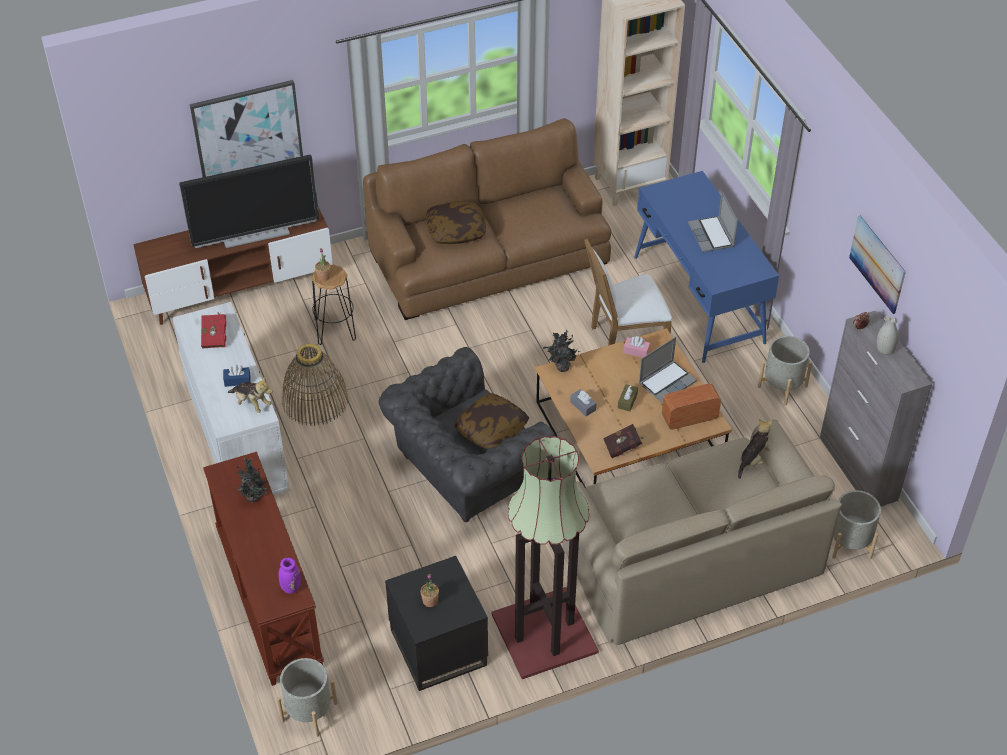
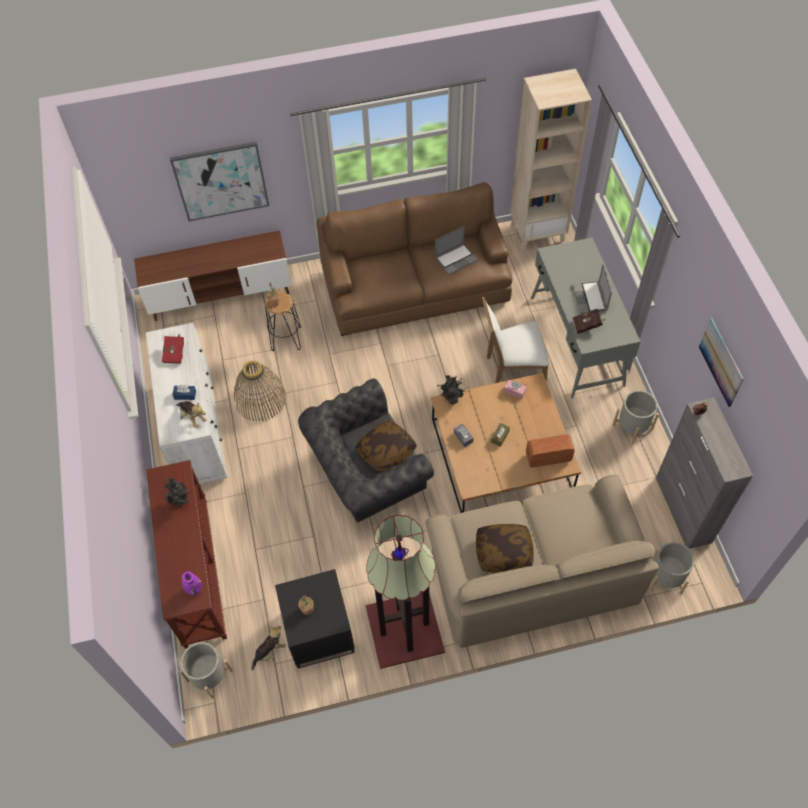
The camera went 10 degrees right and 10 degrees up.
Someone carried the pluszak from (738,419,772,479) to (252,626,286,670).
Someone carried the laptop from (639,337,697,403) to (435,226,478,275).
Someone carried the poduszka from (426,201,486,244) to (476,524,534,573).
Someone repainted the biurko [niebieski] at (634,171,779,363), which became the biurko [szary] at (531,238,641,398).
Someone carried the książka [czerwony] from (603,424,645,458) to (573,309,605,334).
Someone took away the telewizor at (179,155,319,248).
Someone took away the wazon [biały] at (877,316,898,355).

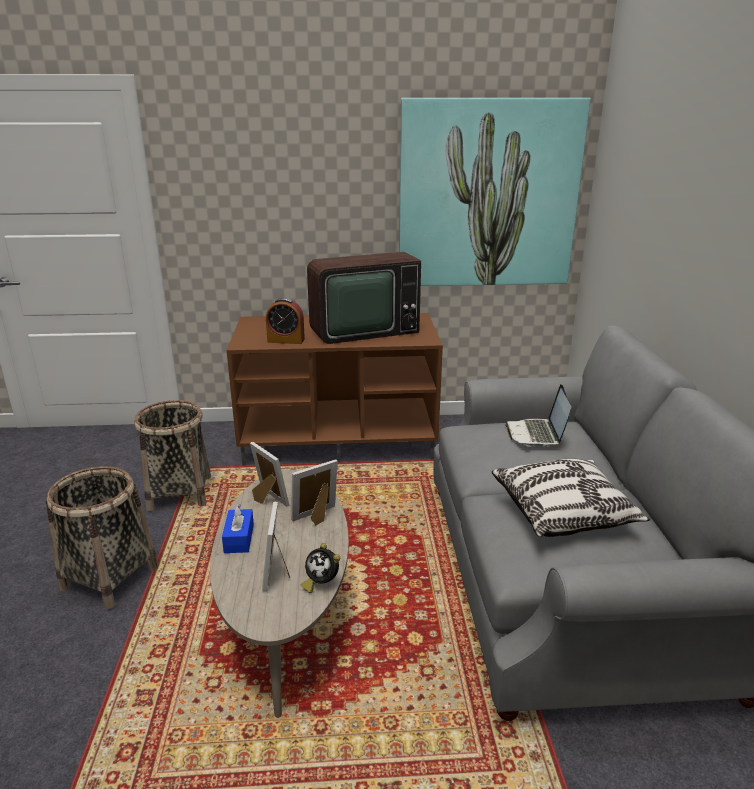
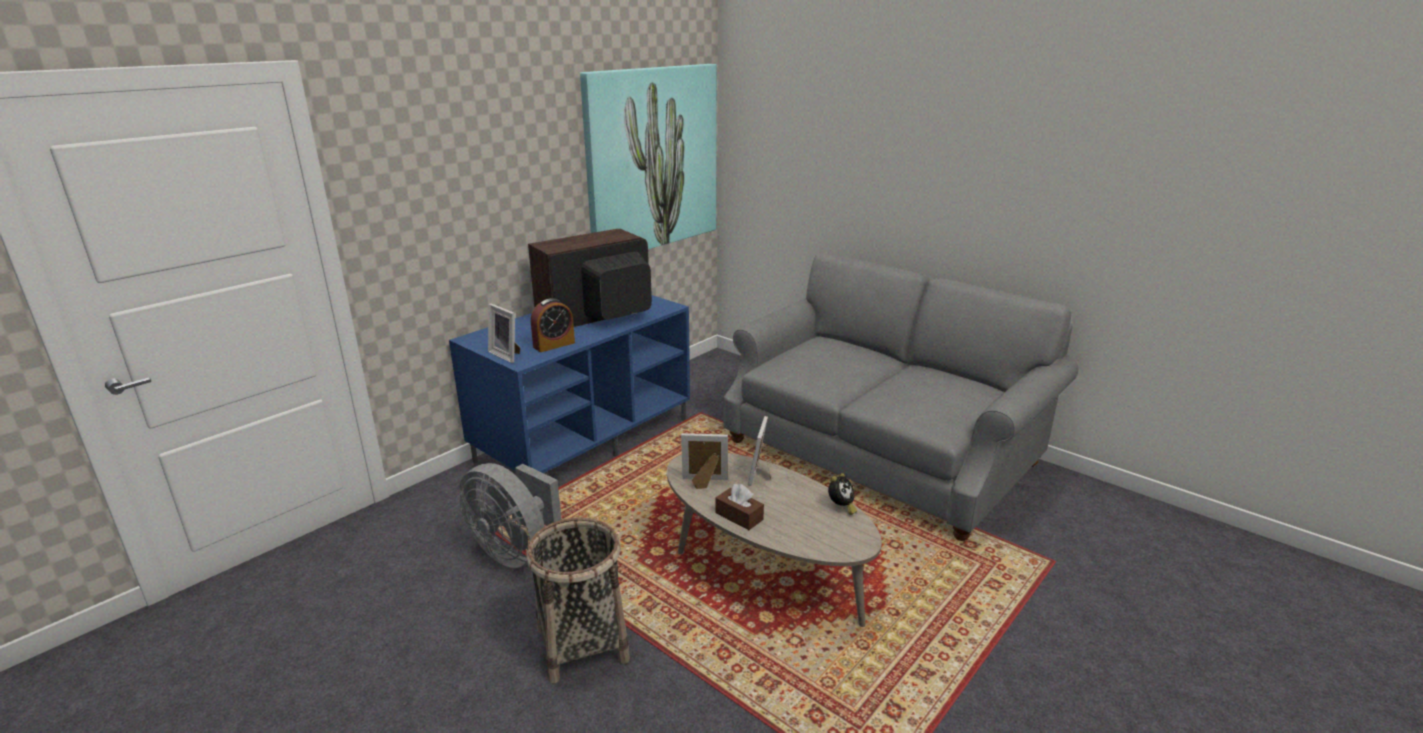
The camera went 45 degrees left and 0 degrees up.
Someone repainted the szafka pod telewizor [brązowy] at (227,313,443,466), which became the szafka pod telewizor [niebieski] at (449,295,690,473).
Someone swapped the koszyk at (134,400,211,511) for the wentylator [szary] at (459,463,561,568).
Someone carried the ramka na zdjęcie from (262,502,290,591) to (488,303,520,363).
Someone rotated the telewizor at (307,252,421,344) by 150 degrees counterclockwise.
Someone repainted the pudełko chusteczek [niebieski] at (222,504,254,553), which became the pudełko chusteczek [brązowy] at (715,484,764,530).
Someone rotated the budzik at (301,543,340,593) by 45 degrees counterclockwise.
Someone took away the poduszka at (492,458,650,537).
Someone took away the laptop at (505,384,571,446).

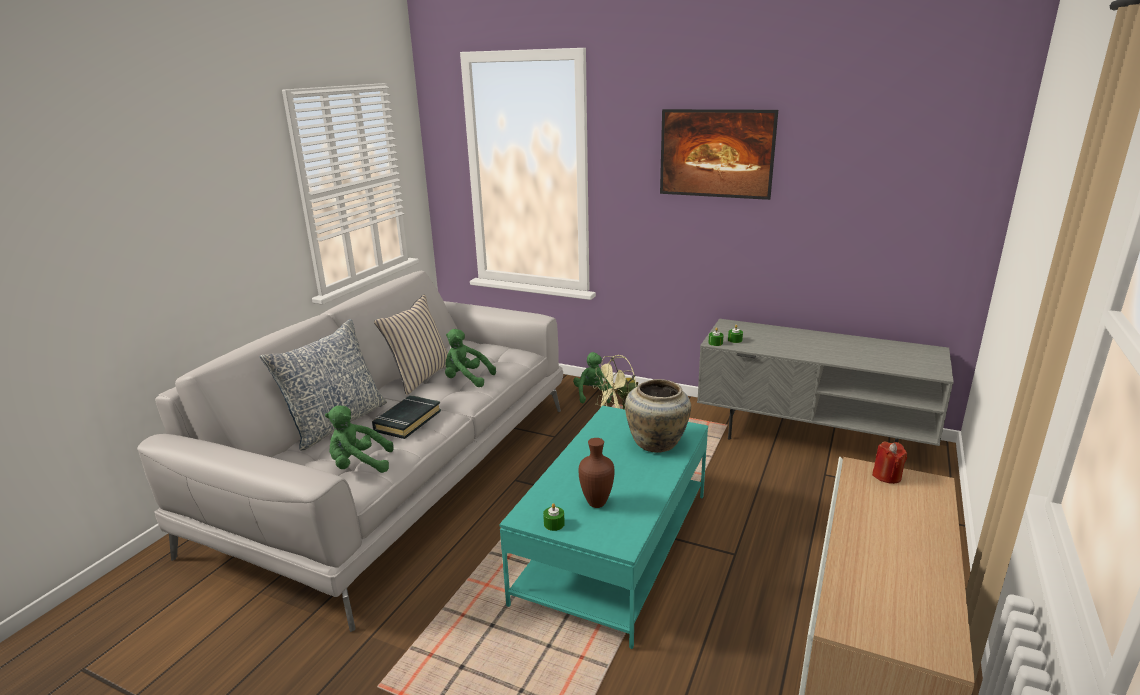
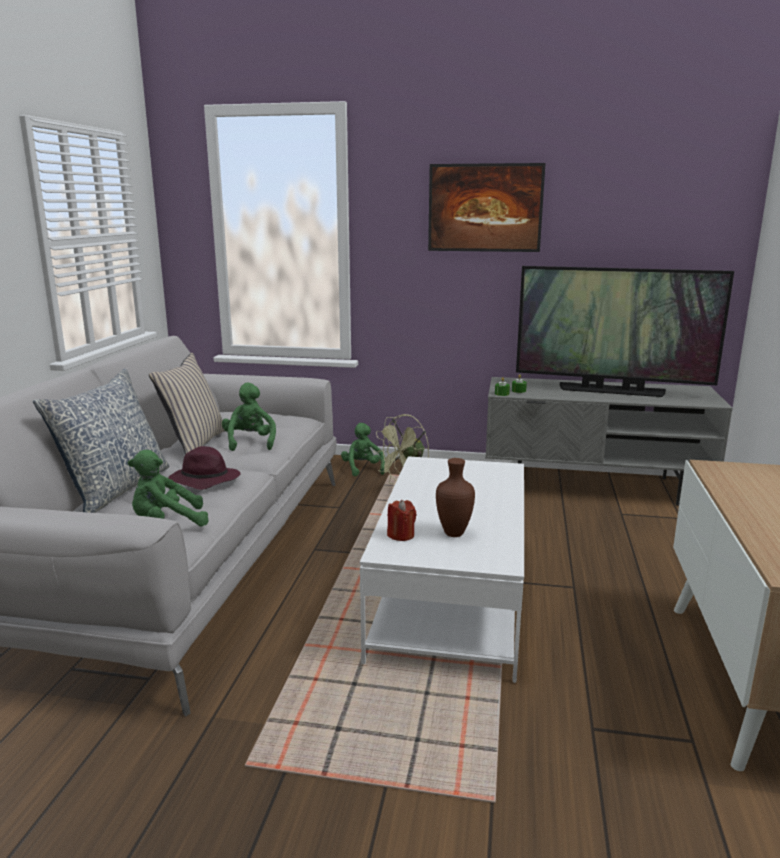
The camera went 15 degrees left and 5 degrees down.
Someone swapped the książka [czarny] at (372,395,441,439) for the kapelusz [fioletowy] at (168,446,241,490).
Someone rotated the pluszak [zielony] at (445,329,496,387) by 75 degrees clockwise.
Someone repainted the ława [turkusowy] at (499,406,708,649), which became the ława [biały] at (360,456,524,683).
Someone carried the świeca [czerwony] from (872,441,907,484) to (387,500,416,541).
Someone put down the telewizor at (516,266,734,397).
Someone took away the świeca [zielony] at (543,503,565,531).
Someone took away the wazon [beżowy] at (625,379,691,453).

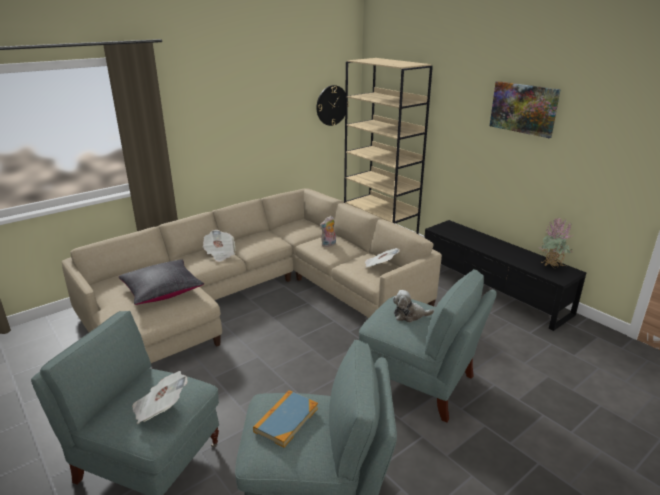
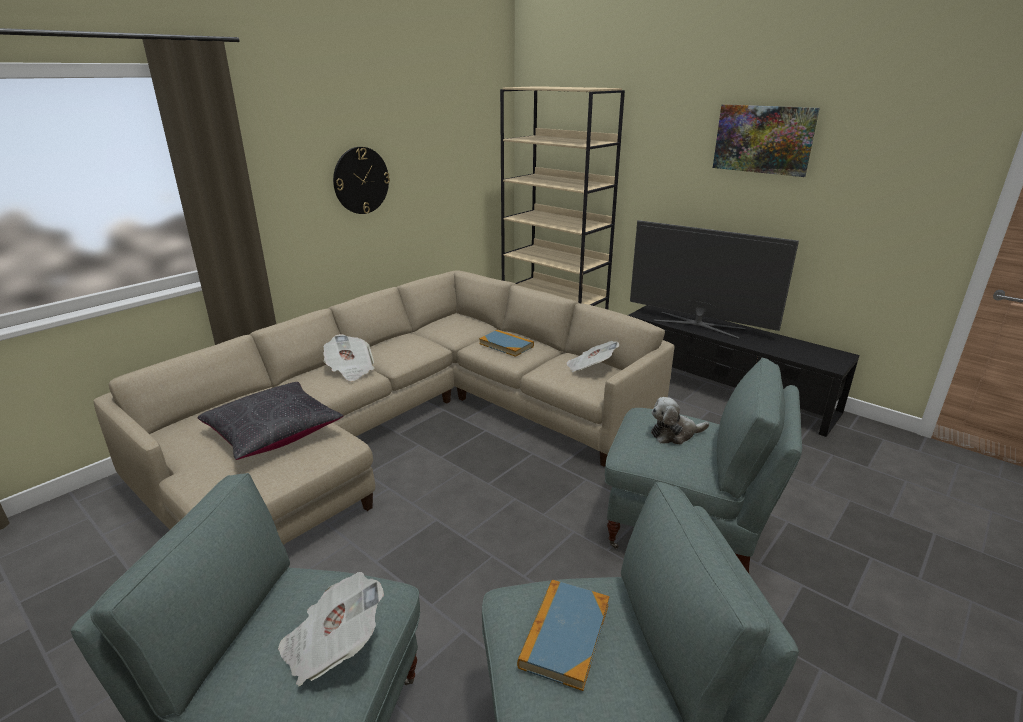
The camera went 10 degrees left and 0 degrees up.
Someone carried the zegar ścienny from (317,85,349,126) to (333,147,390,214).
Someone swapped the pluszak at (320,216,336,247) for the książka at (479,330,534,357).
Someone put down the telewizor at (630,220,799,339).
Someone took away the roślina doniczkowa at (539,218,573,269).

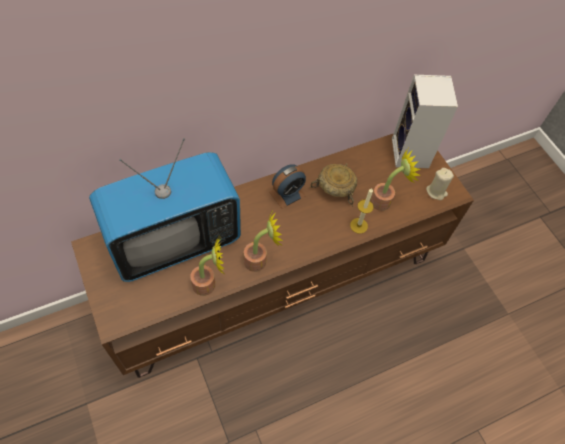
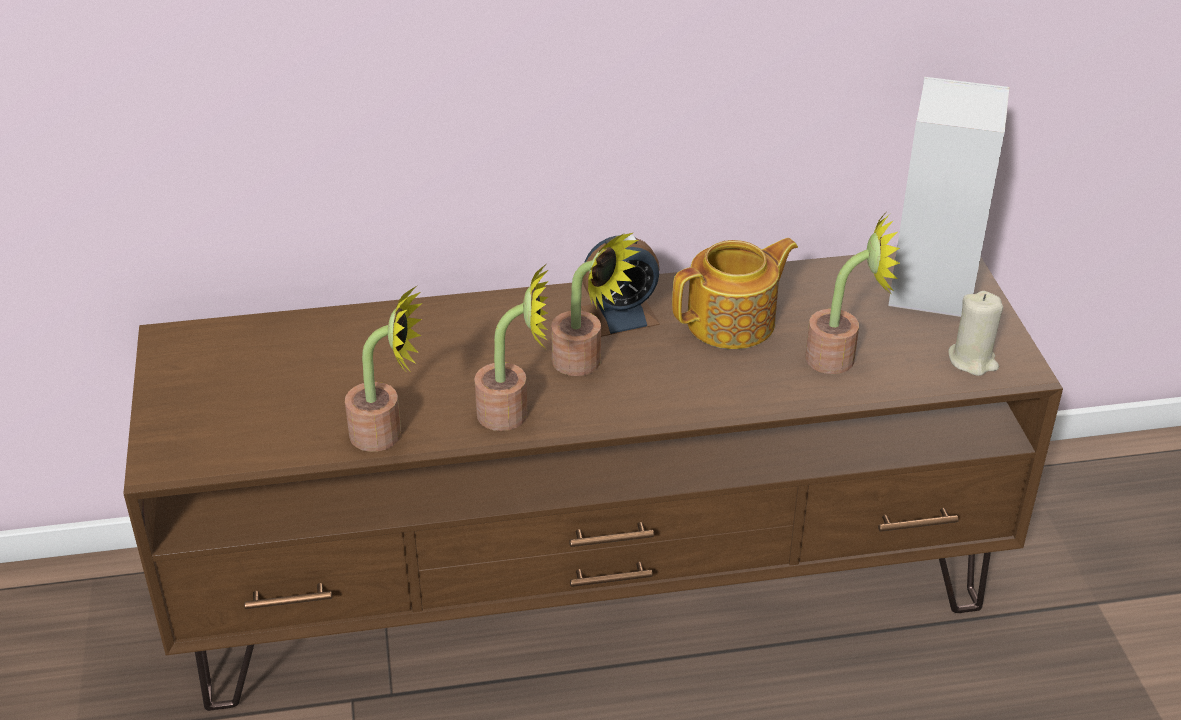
The camera went 20 degrees right and 20 degrees down.
Someone put down the roślina doniczkowa at (551,233,640,376).
Someone swapped the miska [beżowy] at (310,163,357,207) for the imbryk at (672,238,798,349).
Someone took away the telewizor at (89,138,241,282).
Someone took away the świeca at (350,188,374,234).

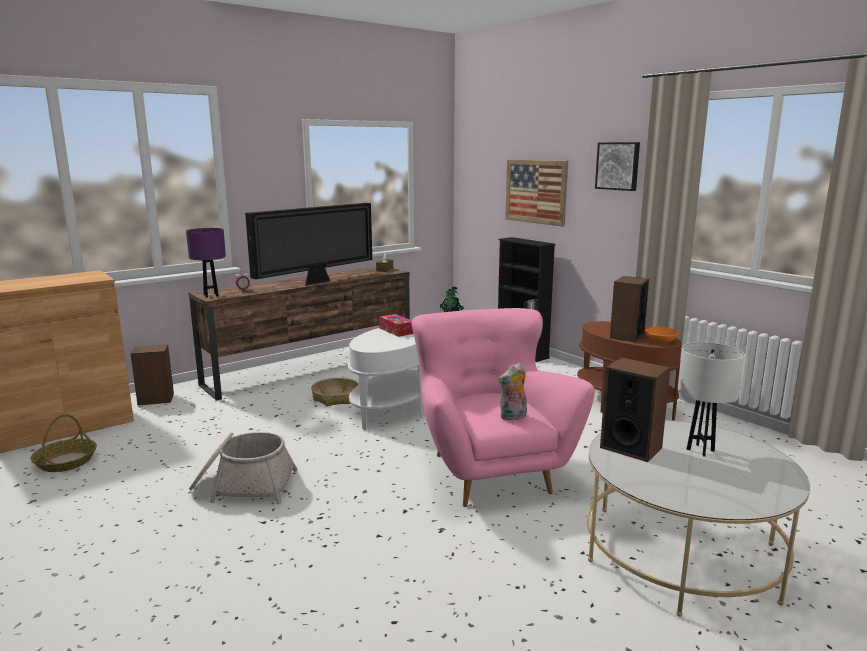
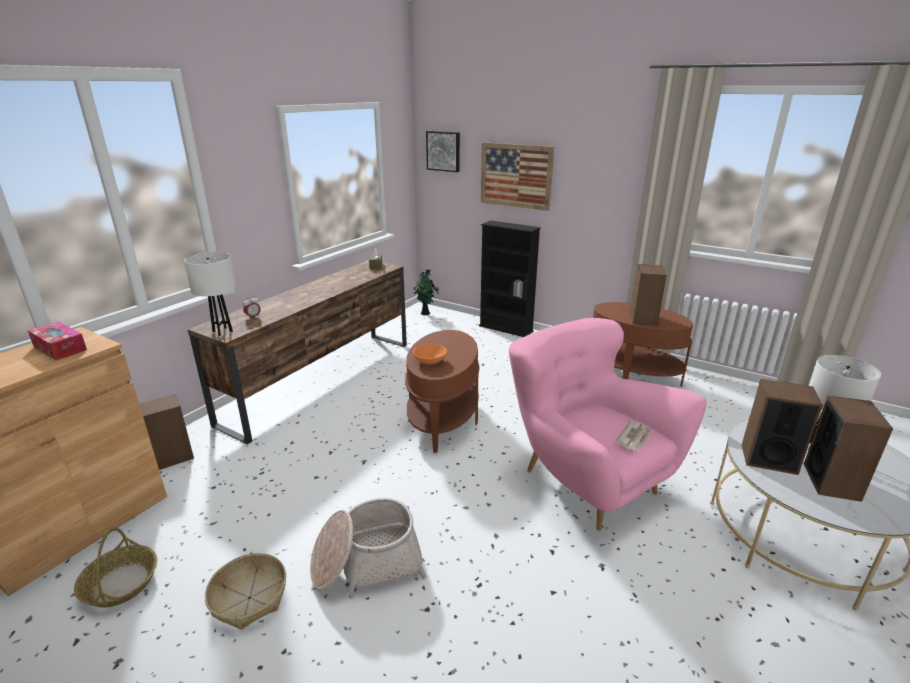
The camera went 20 degrees left and 10 degrees up.
Someone carried the pudełko chusteczek from (379,314,414,337) to (27,321,87,360).
Someone repainted the lampa stołowa [fioletowy] at (186,228,226,298), which became the lampa stołowa [biały] at (184,252,236,336).
Someone carried the koszyk from (311,378,359,406) to (205,553,286,630).
Someone repainted the stolik [biały] at (348,328,424,430), which became the stolik [brązowy] at (405,330,479,453).
Someone carried the miska [pomarańczowy] from (645,327,679,344) to (413,344,447,364).
Someone carried the obraz from (595,142,640,191) to (426,131,460,172).
Someone swapped the pluszak at (499,362,527,420) for the gazeta at (615,421,651,451).
Someone put down the głośnik at (804,396,893,502).
Someone took away the telewizor at (245,203,372,286).

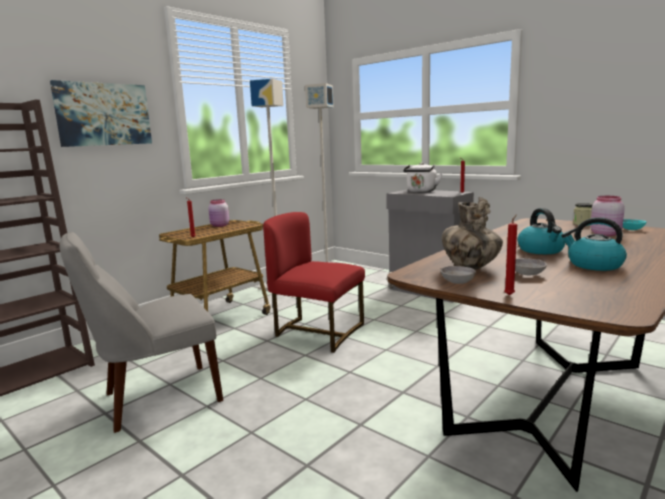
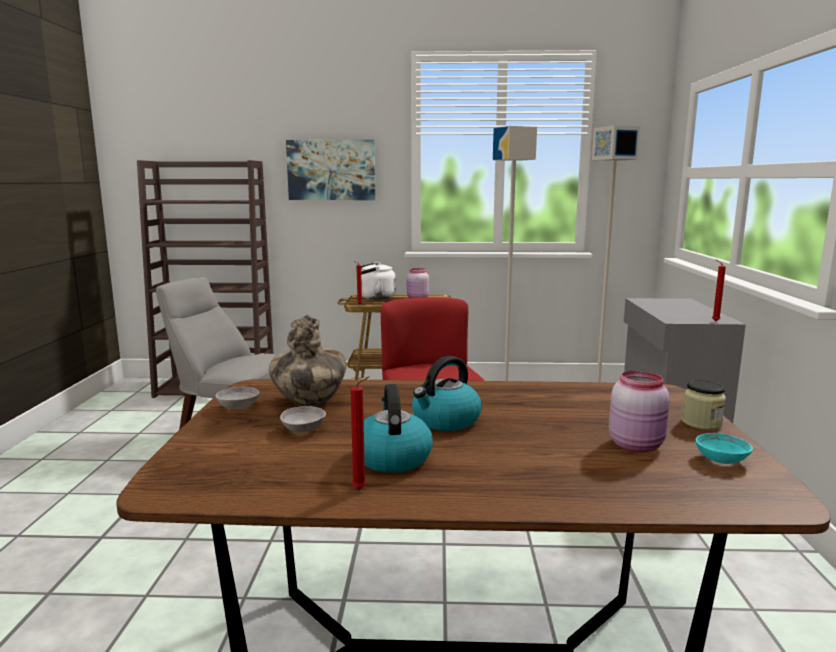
The camera went 50 degrees right and 0 degrees up.
Someone carried the świeca [czerwony] from (504,215,517,295) to (351,376,369,490).
Someone carried the czajnik [biały] from (403,163,443,192) to (356,262,396,300).

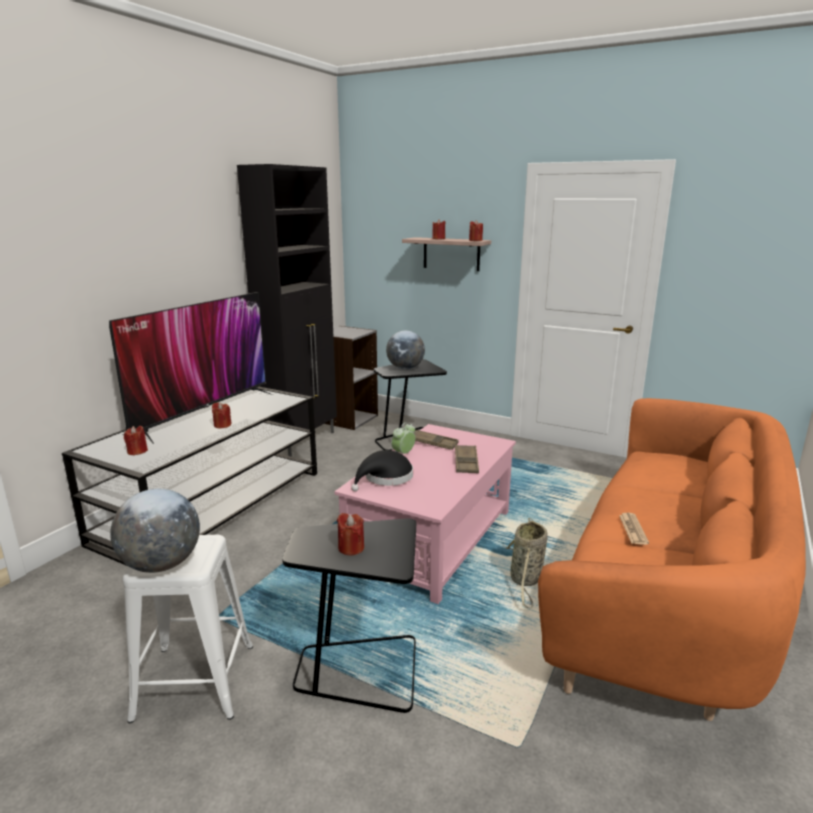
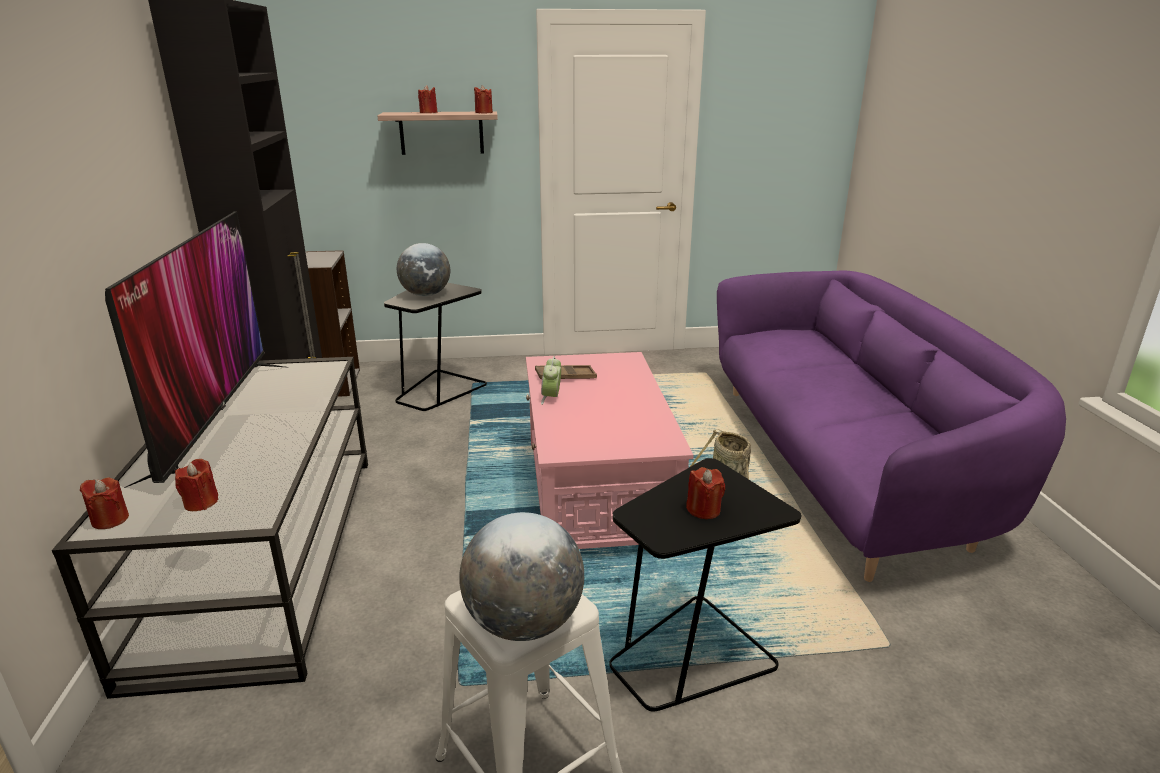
The camera went 35 degrees left and 5 degrees up.
Someone carried the świeca [czerwony] from (212,402,232,428) to (80,477,129,529).
Someone repainted the kanapa [pomarańczowy] at (538,398,806,721), which became the kanapa [fioletowy] at (717,271,1066,582).
Someone took away the kapelusz [czarny] at (351,450,413,491).
Someone took away the taca [brązowy] at (455,445,479,473).
Someone took away the gazeta at (619,513,649,545).

